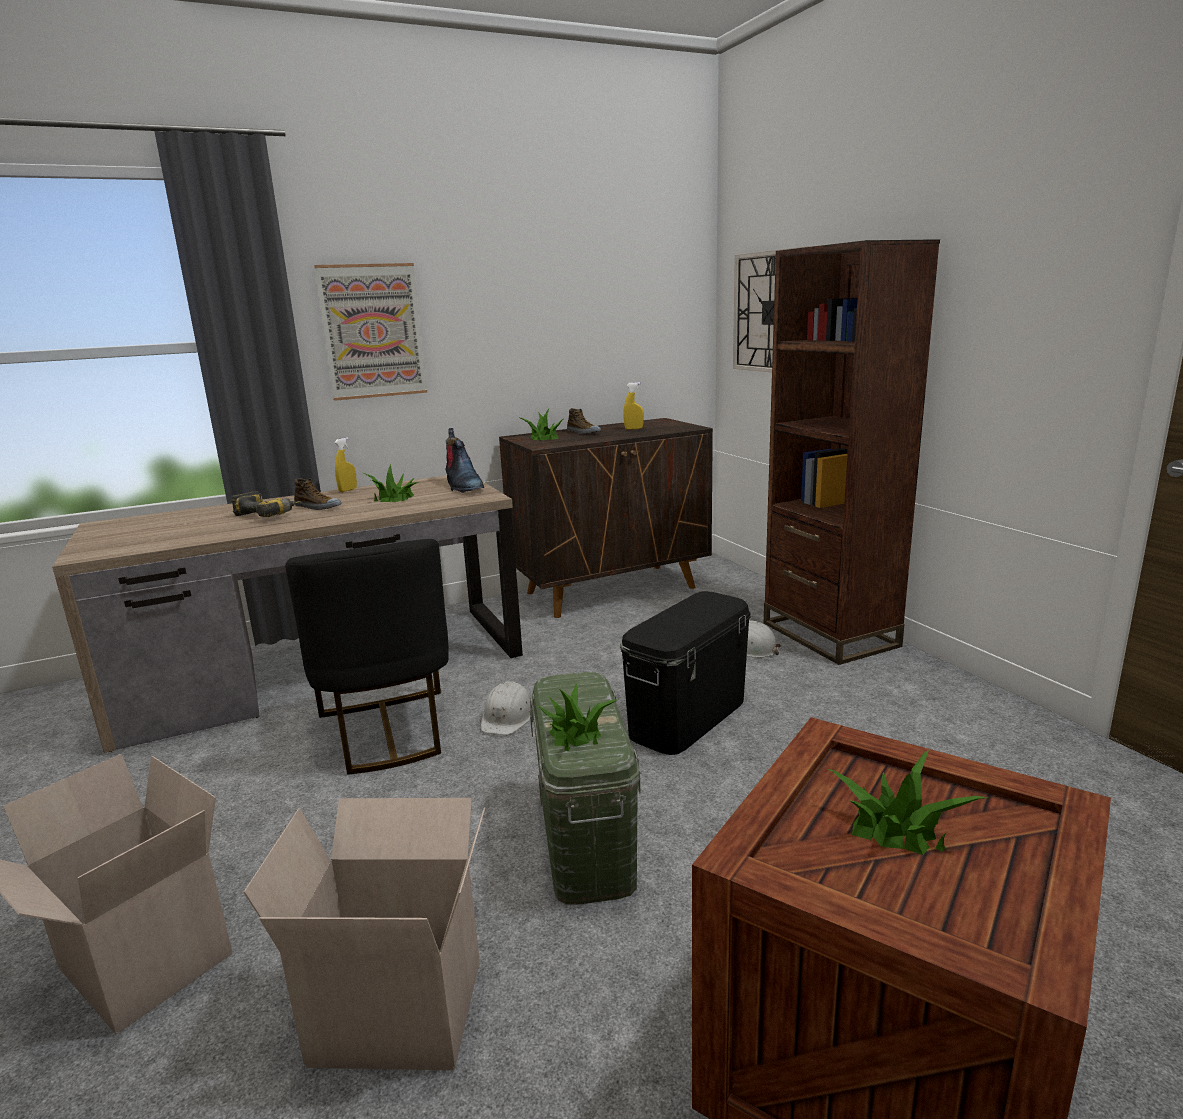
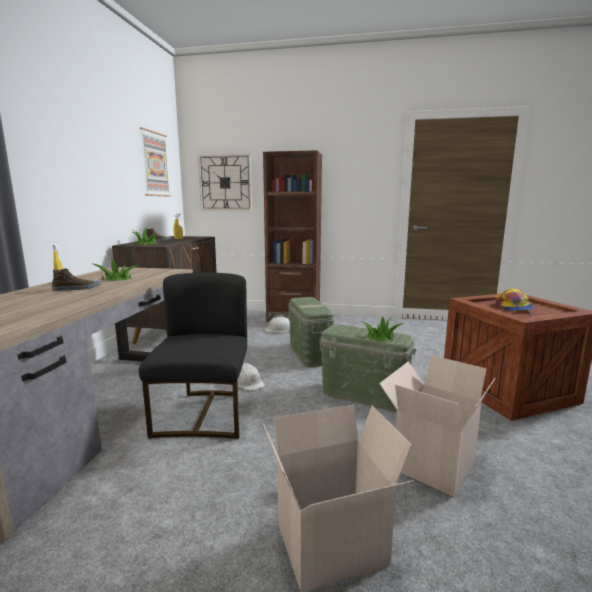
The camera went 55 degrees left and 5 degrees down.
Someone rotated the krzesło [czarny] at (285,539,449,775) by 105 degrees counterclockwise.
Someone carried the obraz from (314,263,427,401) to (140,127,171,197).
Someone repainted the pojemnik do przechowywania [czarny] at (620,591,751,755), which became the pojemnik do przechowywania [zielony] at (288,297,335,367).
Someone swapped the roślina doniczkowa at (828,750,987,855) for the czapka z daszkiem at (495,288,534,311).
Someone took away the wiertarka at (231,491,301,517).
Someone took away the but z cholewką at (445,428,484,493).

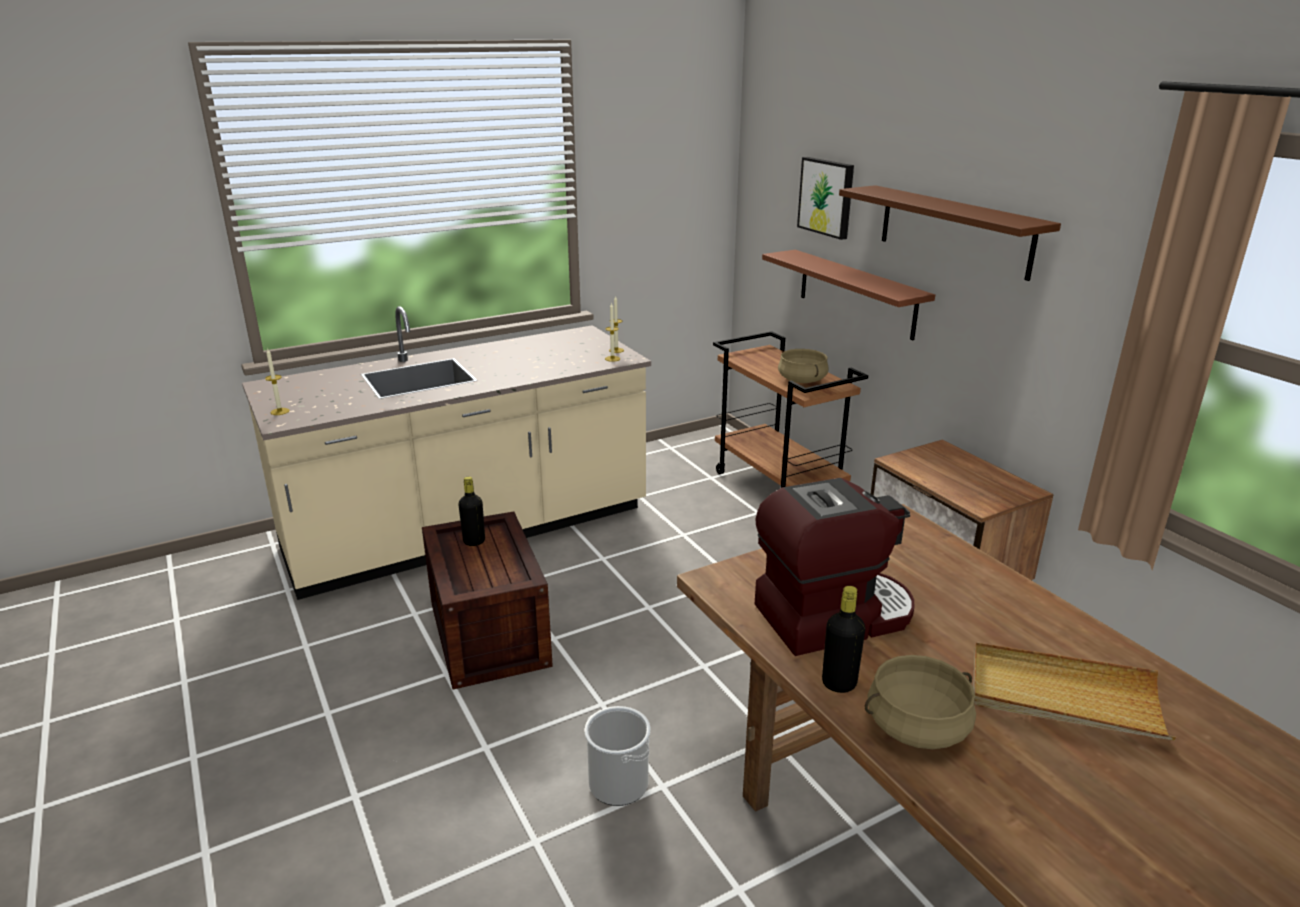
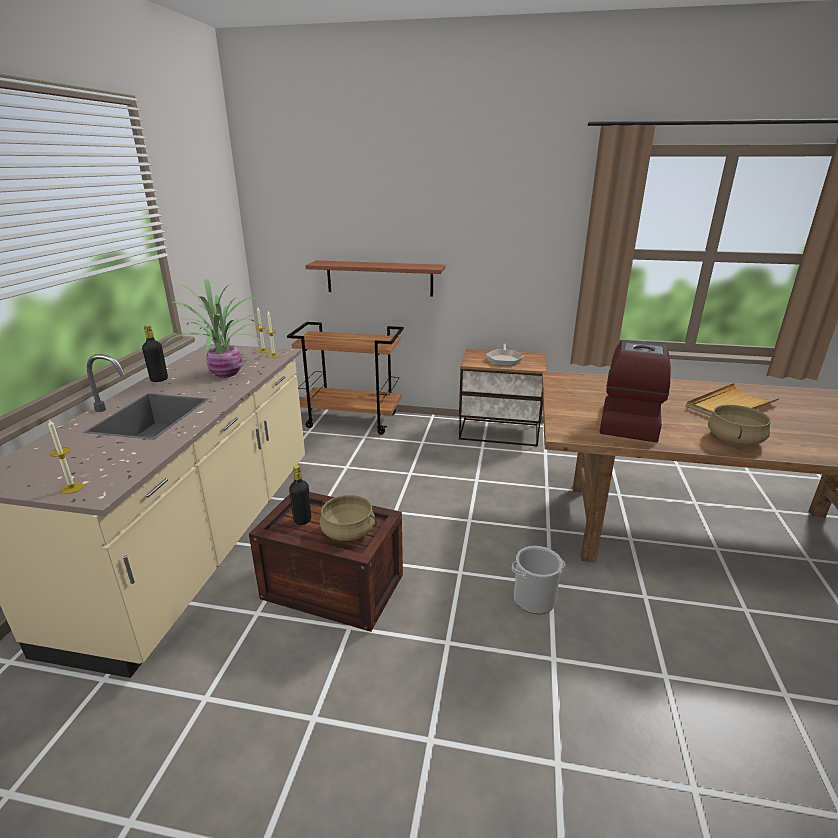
The camera went 50 degrees left and 0 degrees up.
Someone carried the butelka [czarny] from (822,586,865,693) to (142,325,168,382).
Someone put down the roślina doniczkowa at (165,279,261,378).
Someone carried the garnek [beżowy] from (778,349,829,383) to (320,495,377,541).
Someone put down the patelnia at (486,344,524,366).
Someone took away the obraz at (797,157,854,240).
Someone took away the półka [brązowy] at (839,185,1061,281).

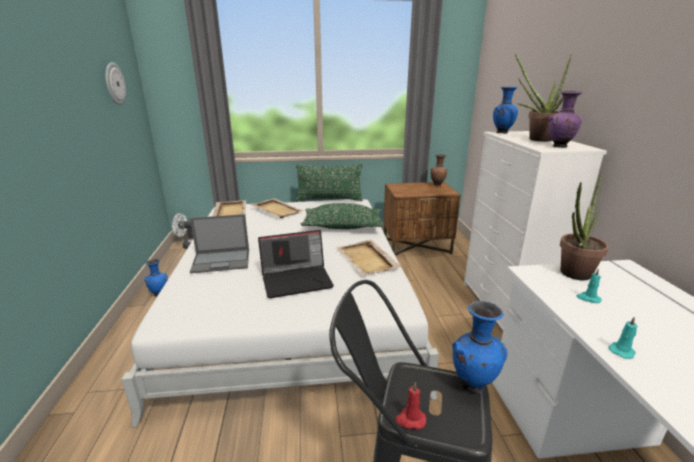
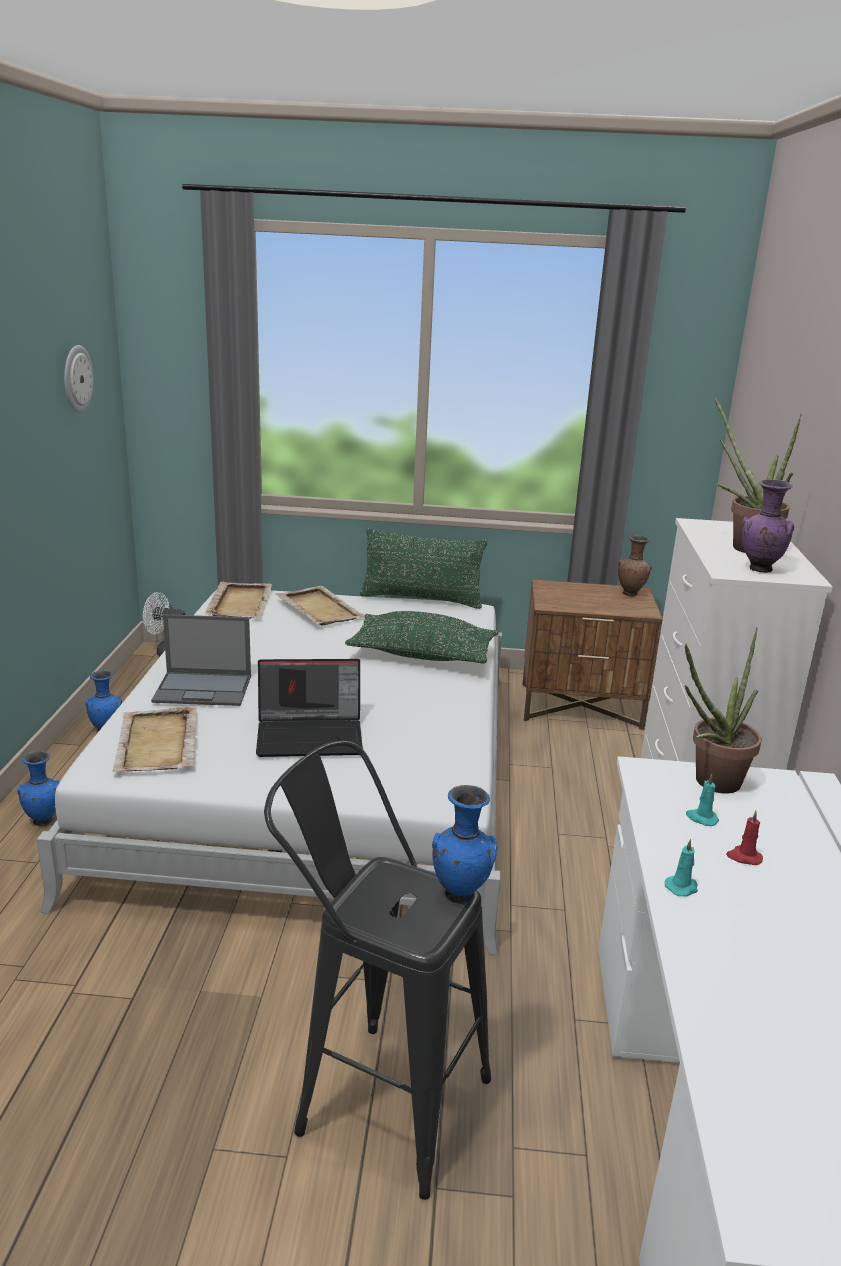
The camera went 10 degrees right and 0 degrees up.
Someone carried the wazon [niebieski] from (493,87,518,134) to (18,751,60,826).
Someone carried the taca [beżowy] from (336,240,401,275) to (112,706,197,772).
Someone carried the świeca [czerwony] from (395,382,426,429) to (726,811,763,865).

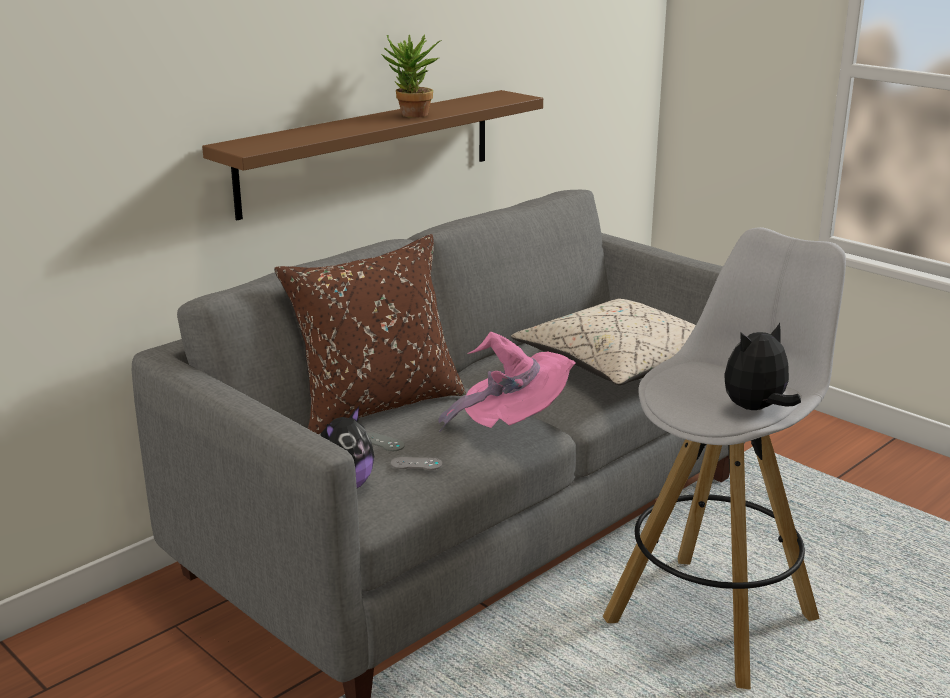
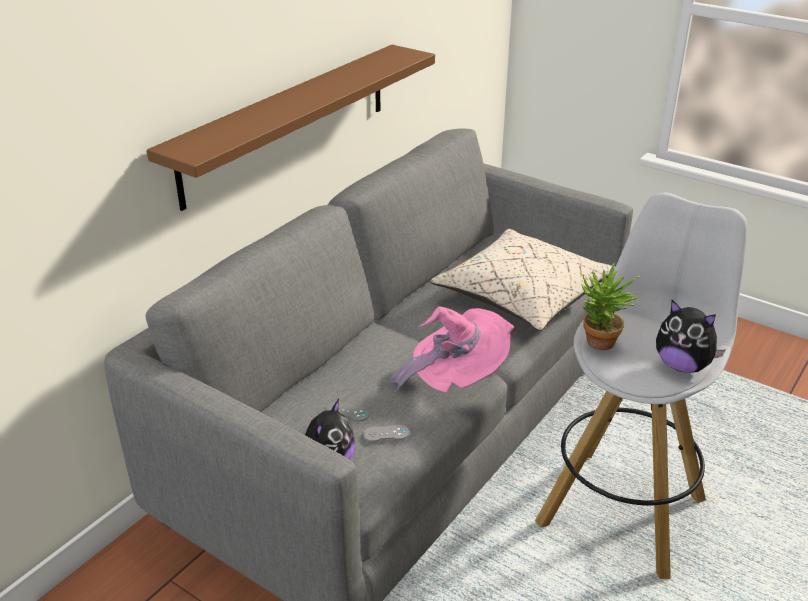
The camera went 10 degrees left and 10 degrees up.
Someone carried the roślina doniczkowa from (381,34,442,118) to (581,263,641,350).
Someone rotated the pluszak at (724,323,801,410) by 105 degrees counterclockwise.
Someone took away the poduszka [brązowy] at (274,234,466,434).

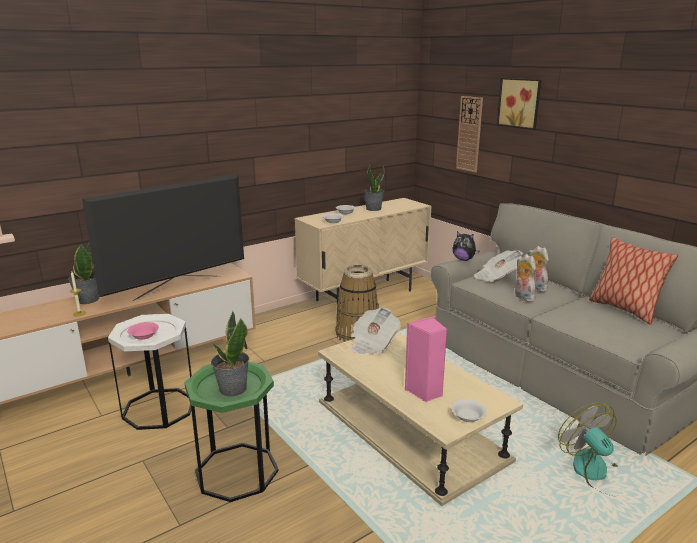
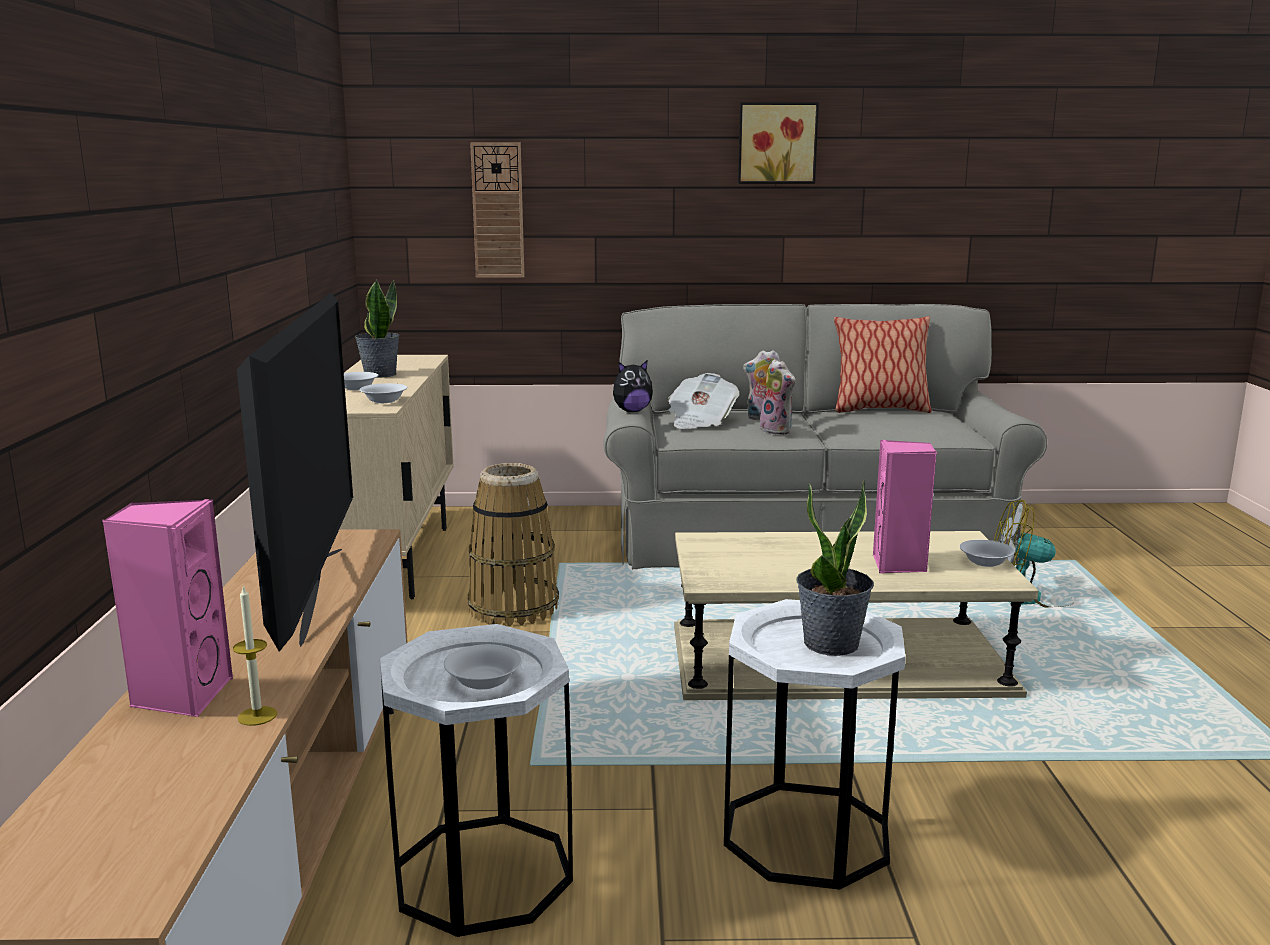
The camera went 55 degrees left and 5 degrees down.
Someone swapped the roślina doniczkowa at (68,243,99,304) for the głośnik [różowy] at (103,499,233,717).
Someone repainted the miska [różowy] at (127,322,159,340), which became the miska [biały] at (444,644,522,690).
Someone repainted the stolik [zielony] at (184,362,279,502), which became the stolik [biały] at (724,599,906,890).
Someone carried the obraz from (497,78,541,130) to (738,102,819,184).
Someone rotated the pluszak at (515,254,536,302) by 135 degrees counterclockwise.
Someone took away the gazeta at (351,308,401,354).

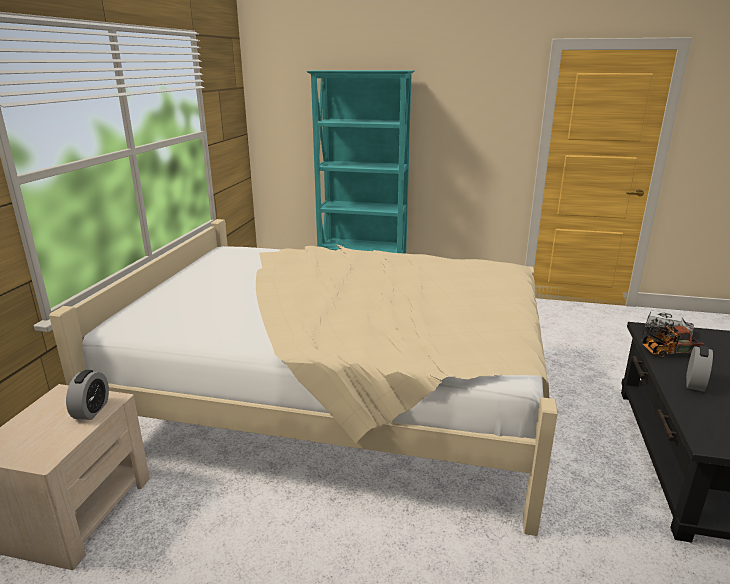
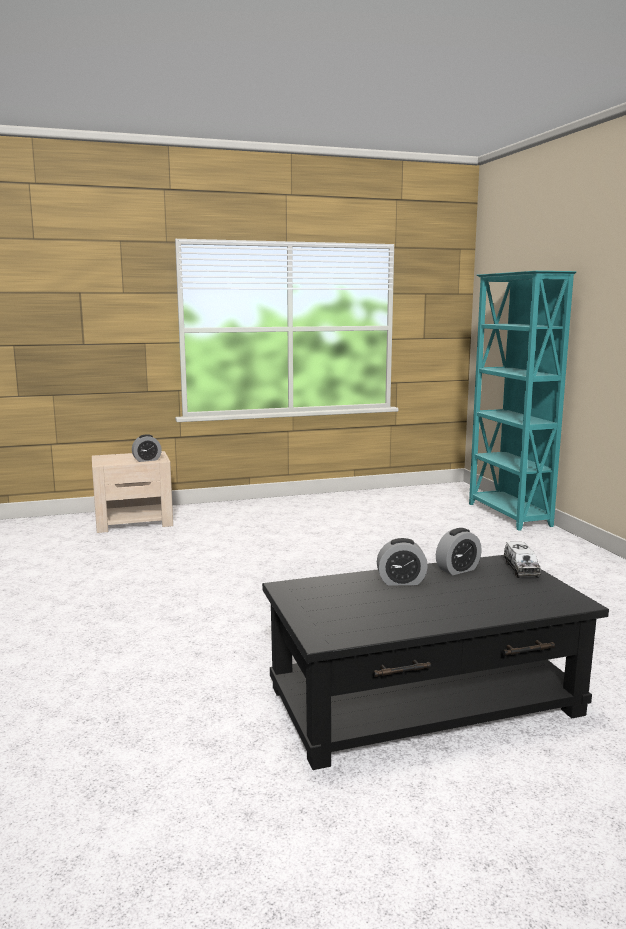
The camera went 60 degrees right and 10 degrees down.
Someone swapped the ciężarówka zabawkowa at (640,325,704,358) for the budzik at (436,528,481,575).
Someone took away the łóżko [beżowy] at (49,219,558,536).

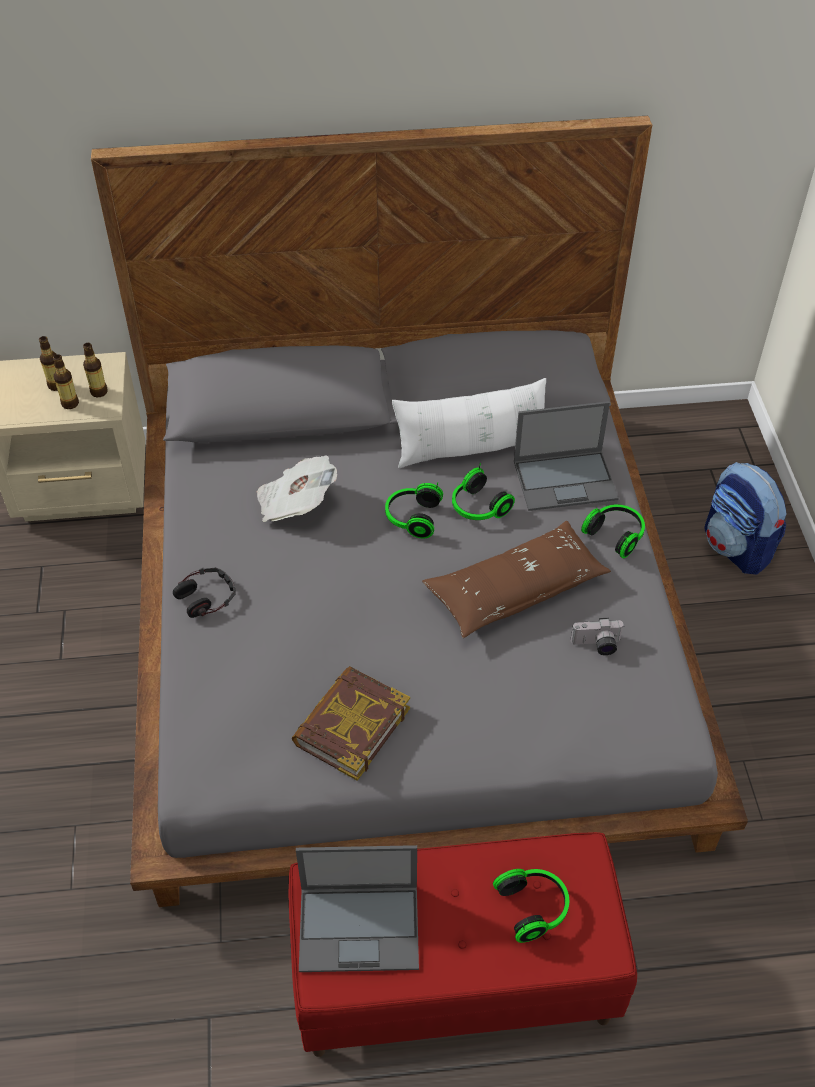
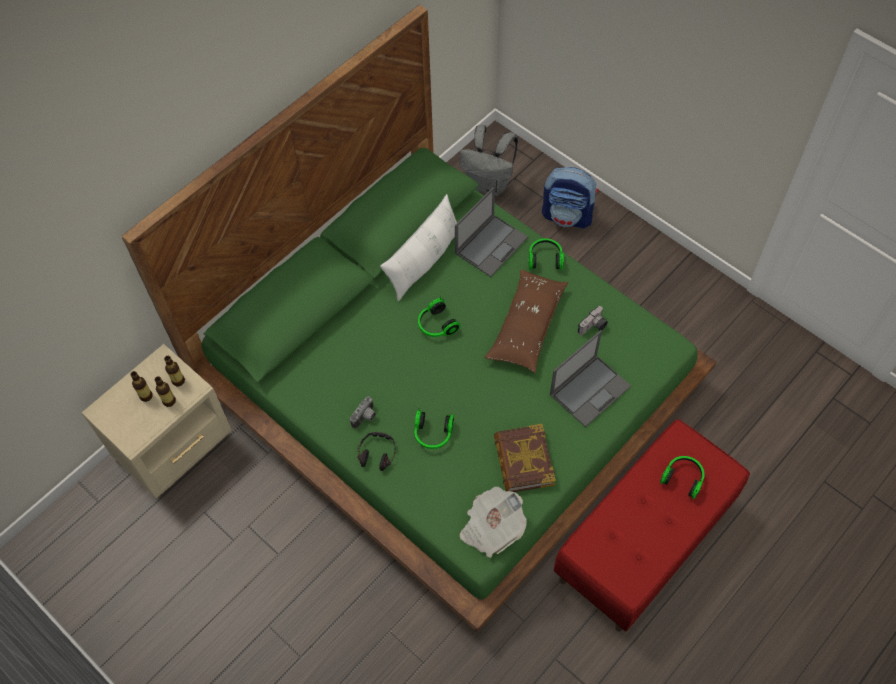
The camera went 40 degrees left and 10 degrees up.
Someone repainted the łóżko [szary] at (91,116,748,907), which became the łóżko [zielony] at (121,5,716,632).
Someone put down the aparat fotograficzny at (350,397,376,429).
Someone carried the słuchawki from (452,463,515,520) to (414,410,454,449).
Someone put down the plecak [szary] at (459,124,518,196).
Someone carried the gazeta from (257,456,337,522) to (460,487,527,558).
Someone carried the laptop from (296,845,419,972) to (550,330,631,427).

